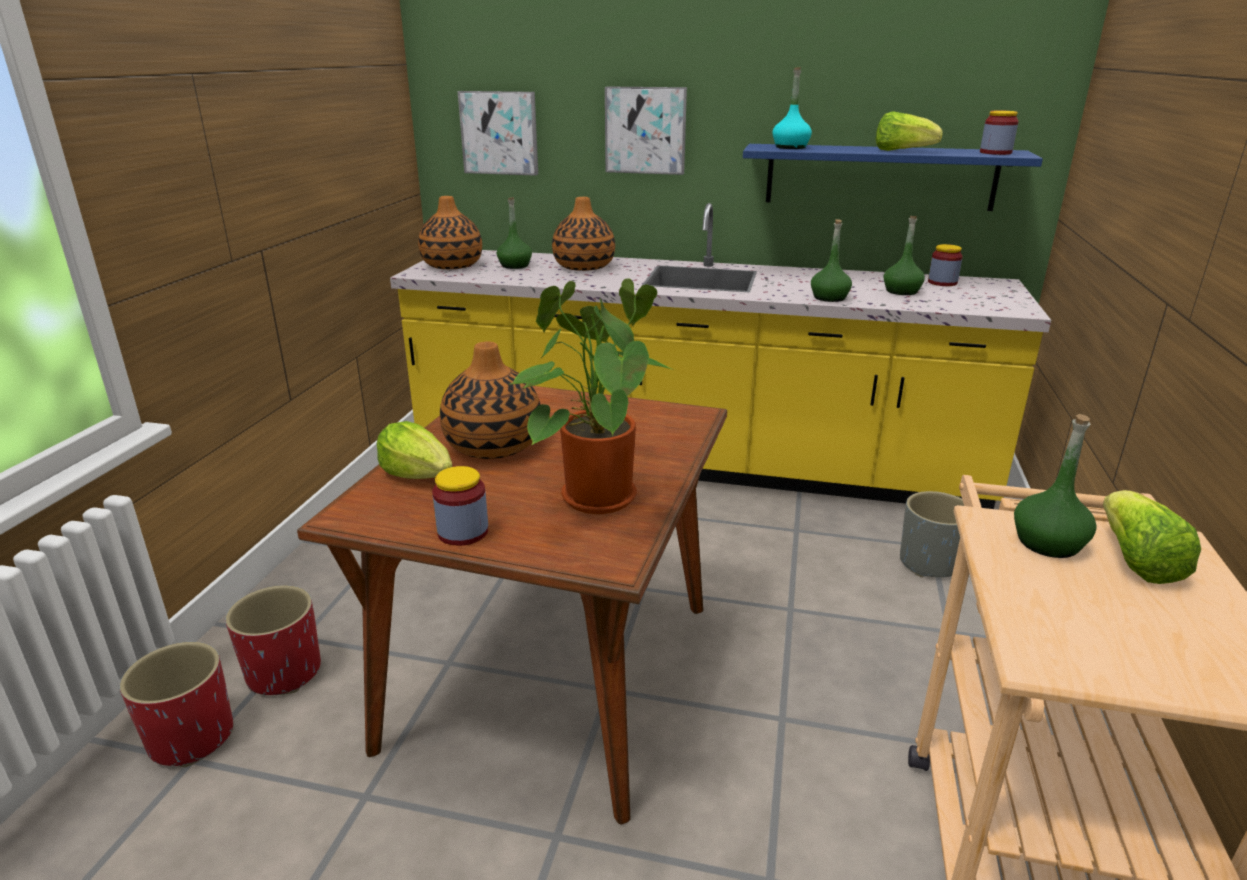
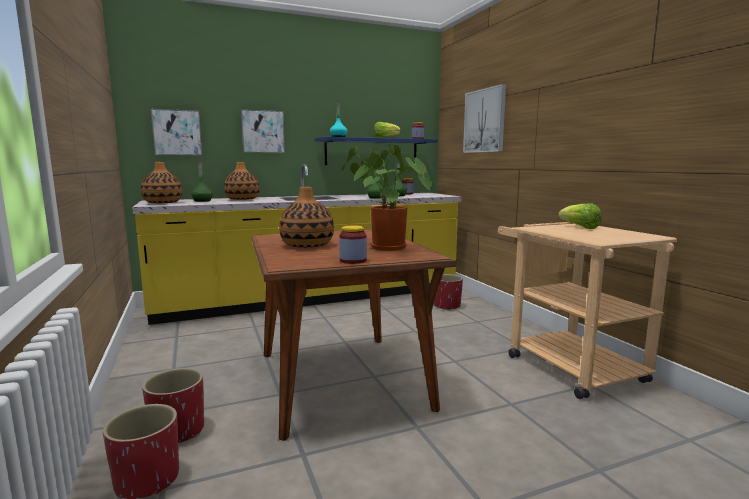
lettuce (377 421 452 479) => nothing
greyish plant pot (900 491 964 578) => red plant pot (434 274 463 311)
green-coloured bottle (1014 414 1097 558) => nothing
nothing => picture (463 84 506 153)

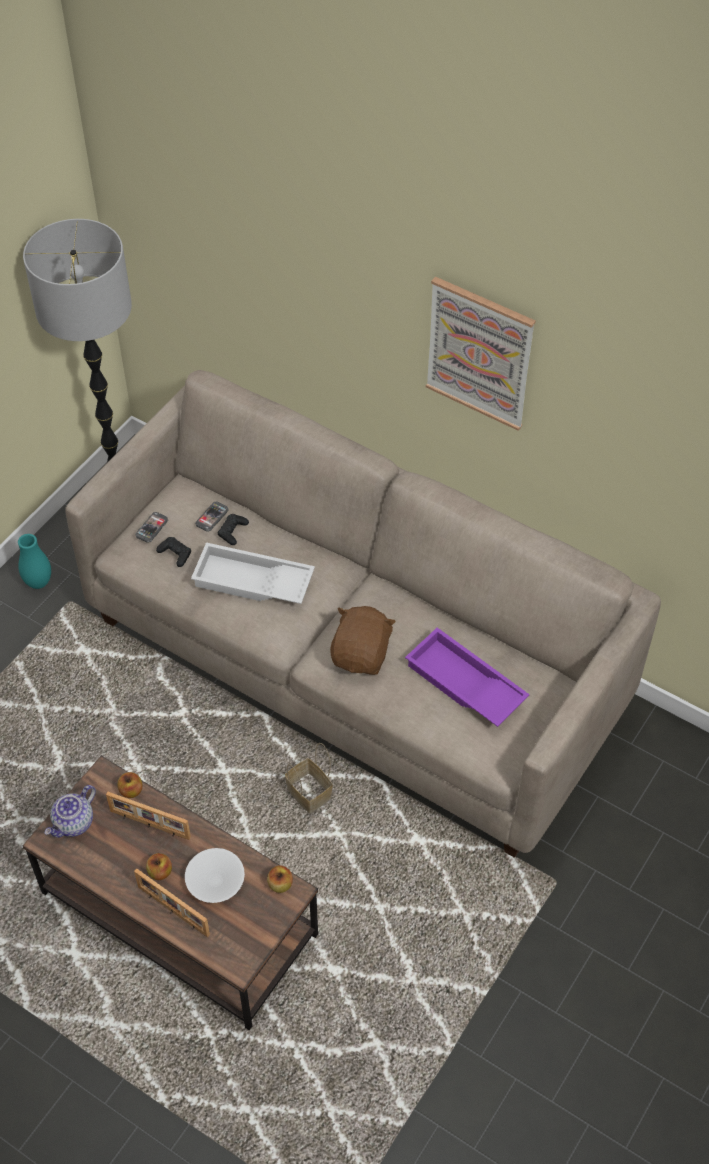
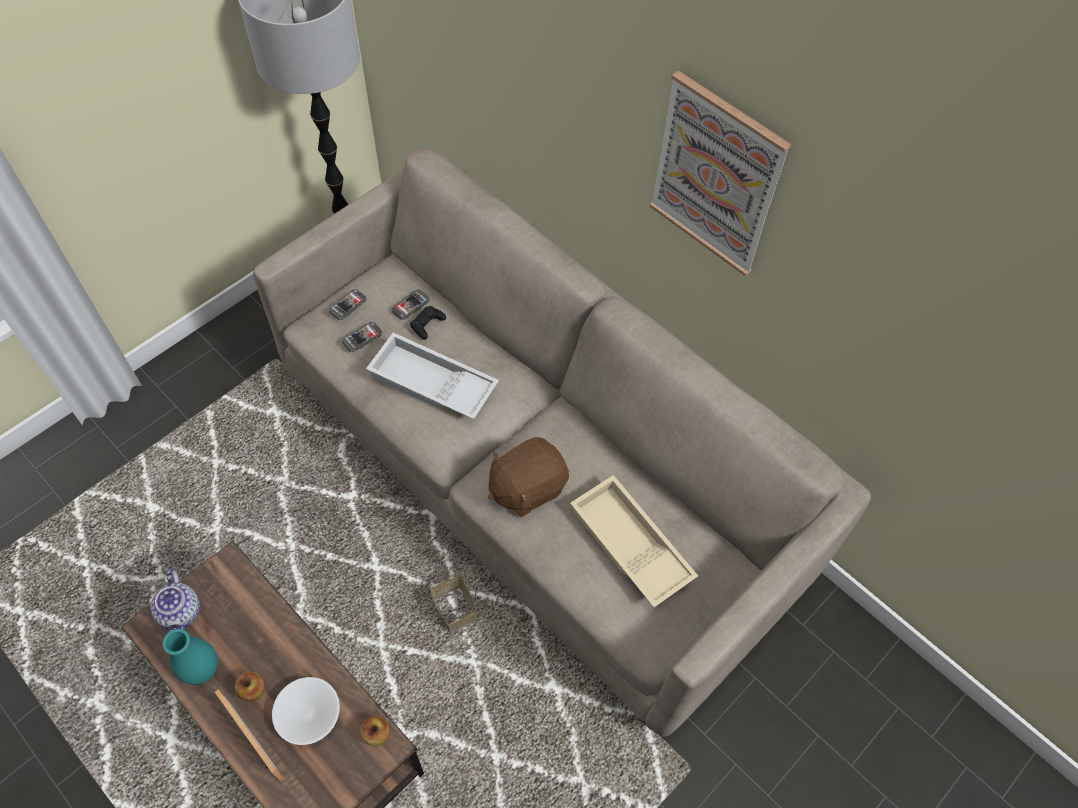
turquoise flower vase (18 534 51 589) => turquoise flower vase (162 629 218 685), shifted
tea pot (45 785 96 838) => tea pot (151 568 200 633), 60 degrees counterclockwise
standing frame (106 791 191 840) => nothing
whole apple (117 772 142 798) => nothing
blackish gamepad (156 537 191 567) => phone (342 322 382 352)
brown cuddly toy (330 606 396 675) => brown cuddly toy (488 437 569 517), 150 degrees counterclockwise
purplish tray (405 628 529 727) => beige tray (570 475 698 608)

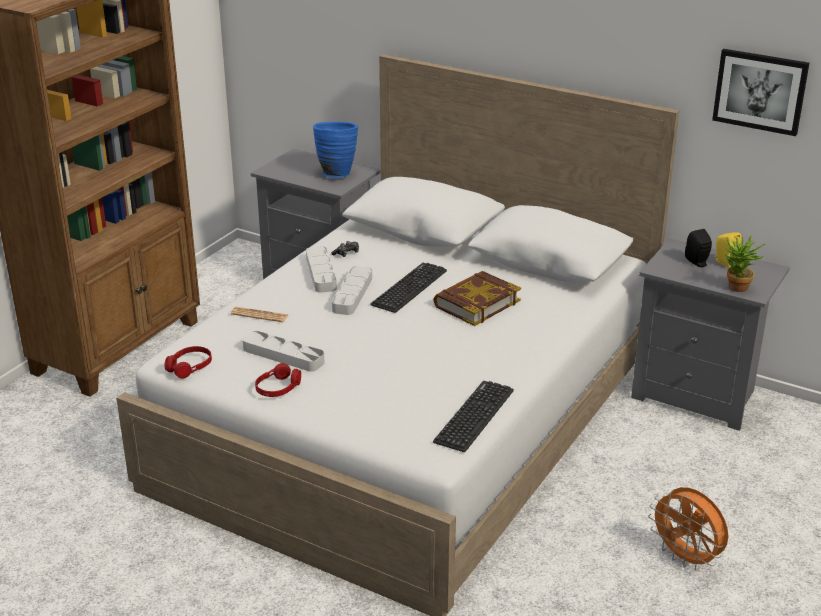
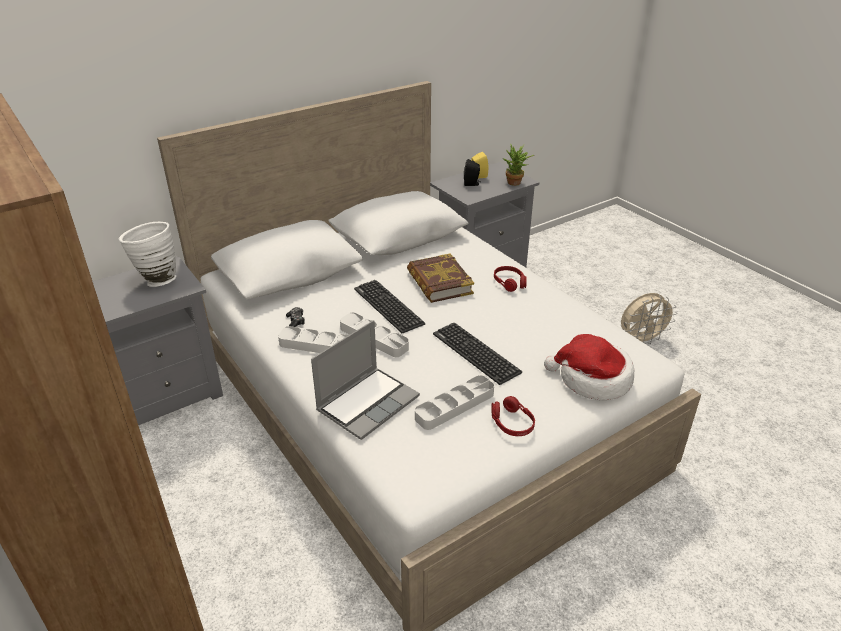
red pair of headphones (164 346 212 379) => red pair of headphones (494 266 527 292), shifted
daily paper (231 307 288 322) => notebook computer (311 320 420 440)
blue flower vase (313 122 358 178) => white flower vase (119 222 176 287)
keyboard (433 381 514 452) => keyboard (433 323 522 385), shifted
orange electric fan (648 487 729 571) => beige electric fan (621 293 677 344)
picture (712 49 809 136) => nothing
nothing => hat (544 334 634 400)

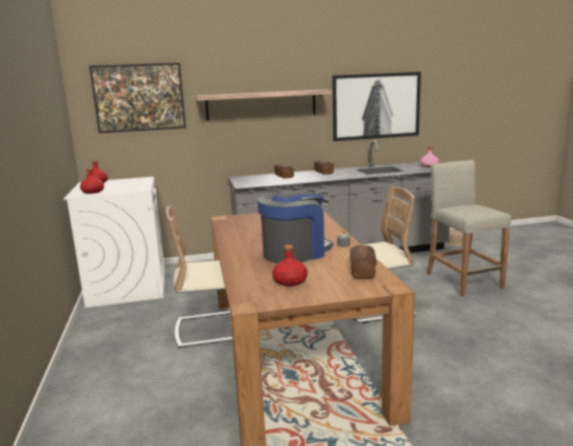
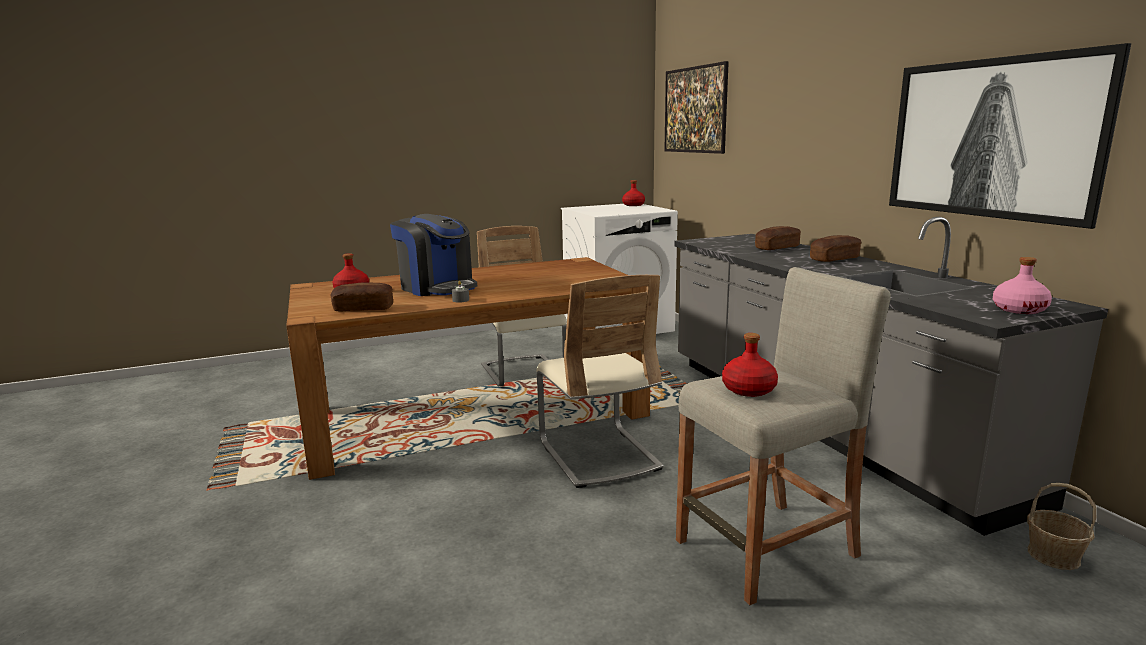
red bottle (80 168 104 194) => red bottle (722 333 778 397), shifted
bracket shelf (195 90 332 121) => nothing

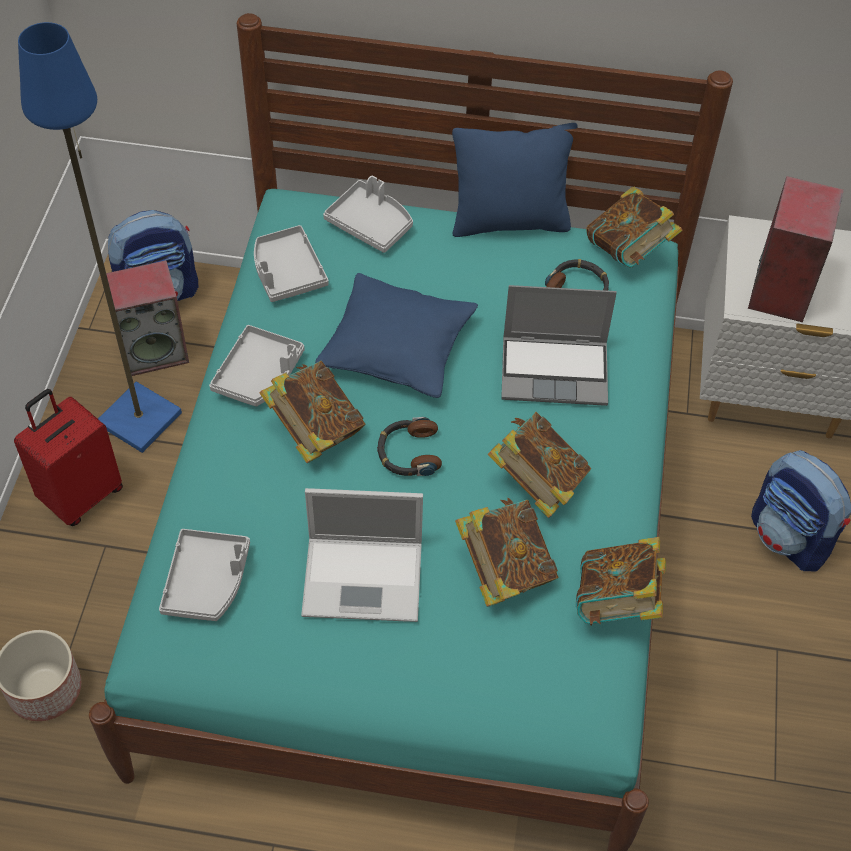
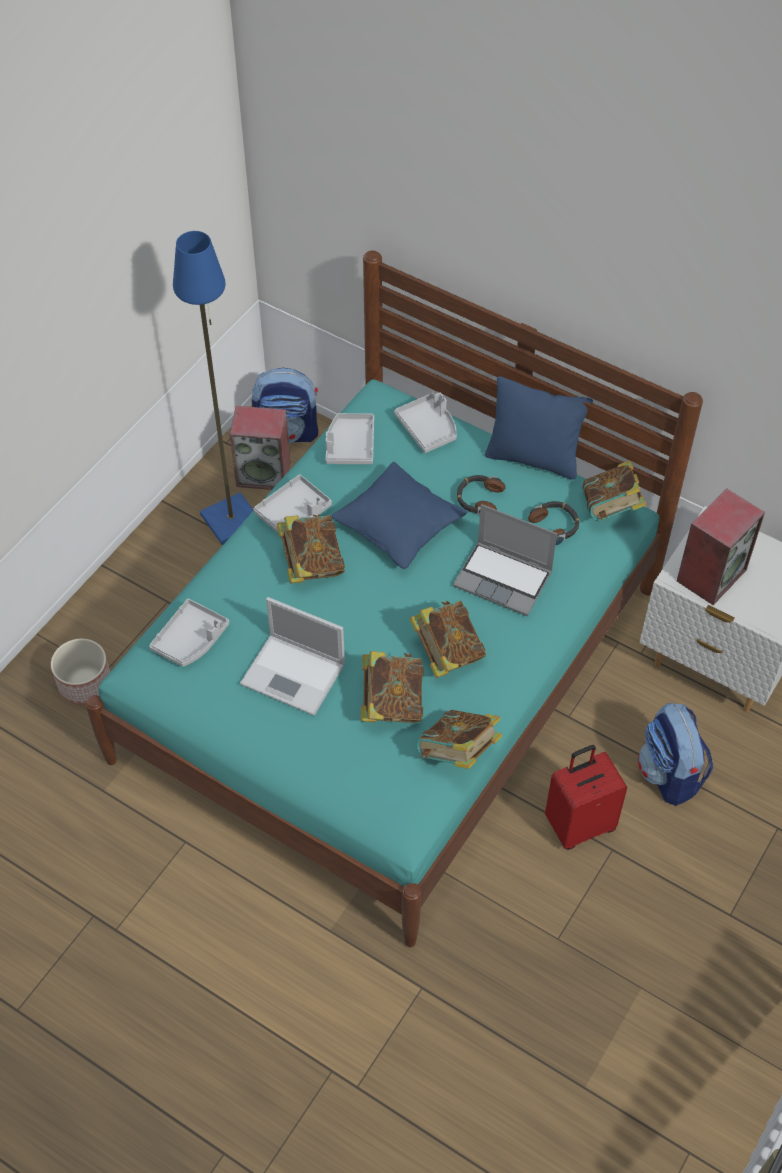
red piece of luggage (14 389 123 526) => red piece of luggage (545 745 627 850), shifted
pair of headphones (377 417 442 476) => pair of headphones (457 475 505 515), shifted

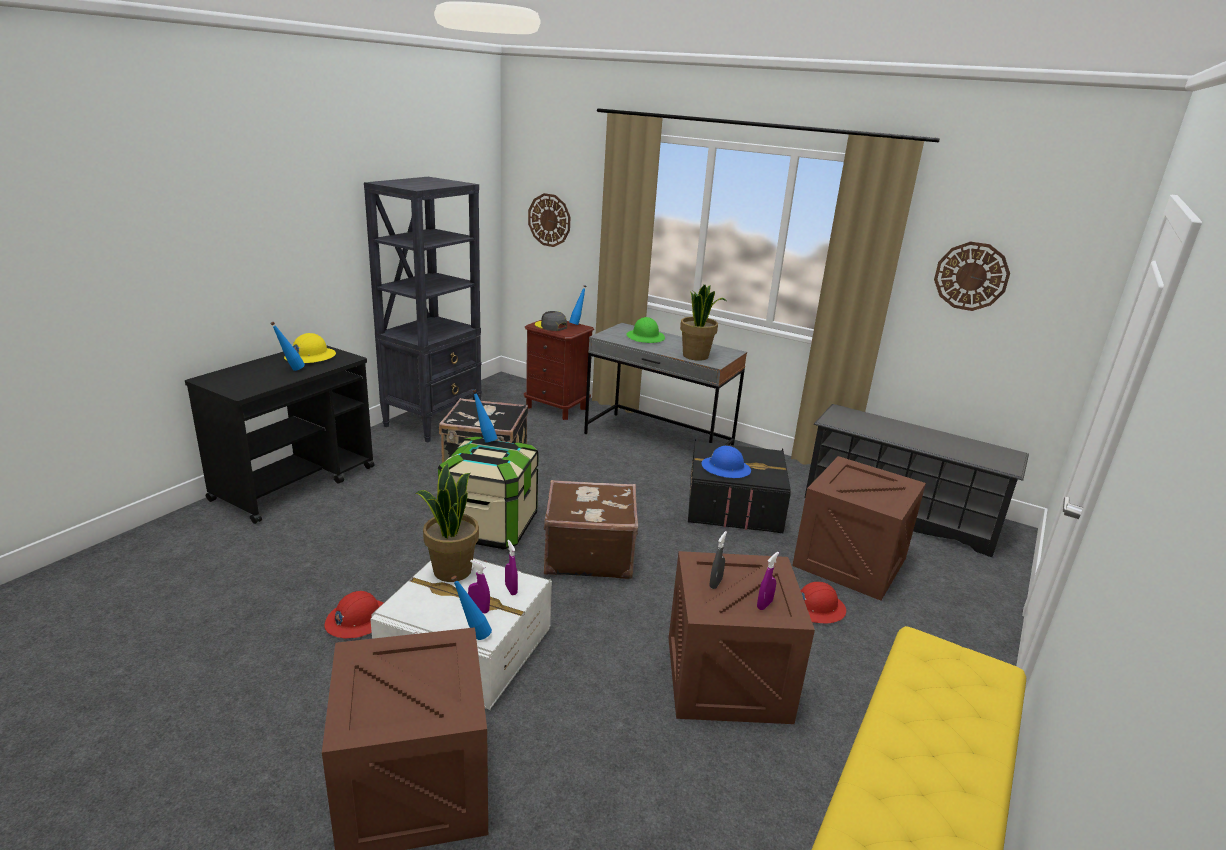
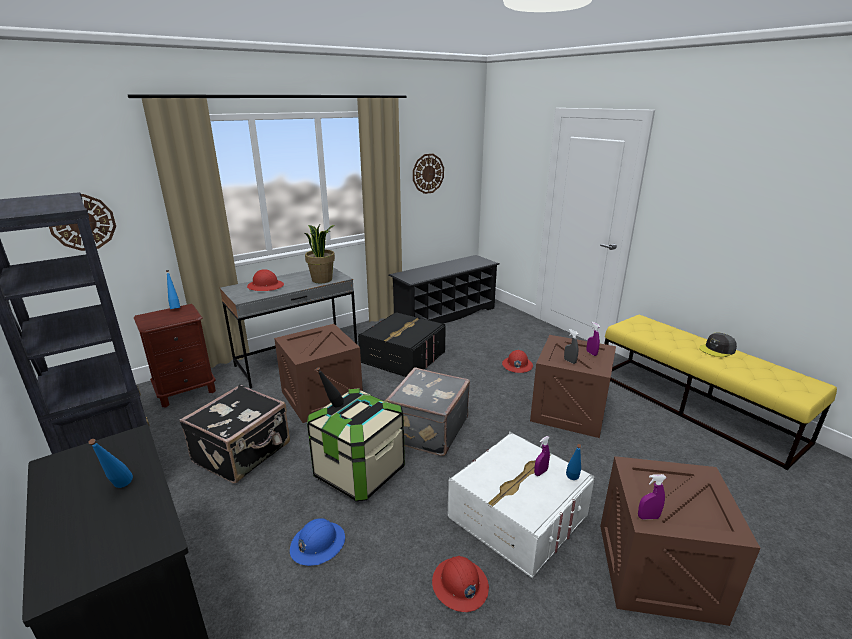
yellow-coloured hard hat (284 333 336 363) => nothing
plant in a pot (415 463 479 582) => nothing
blue bottle (472 389 497 443) => blackish bottle (316 367 344 407)
purplish hand sprayer (505 540 518 595) => purplish hand sprayer (638 474 667 520), shifted
greyish peaked cap (535 311 567 331) => greyish peaked cap (699 333 737 357), shifted
brown piece of luggage (544 480 638 579) => greyish piece of luggage (385 367 470 456)
green-coloured hard hat (626 317 665 343) => red hard hat (247 269 284 291)
blue hard hat (701 446 751 478) => blue hard hat (290 518 345 566), shifted
shipping crate (792 456 926 601) => shipping crate (274 324 363 423), shifted

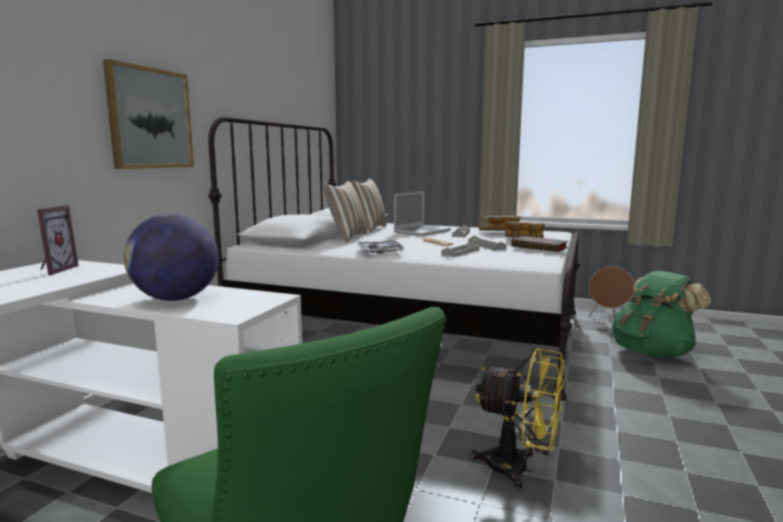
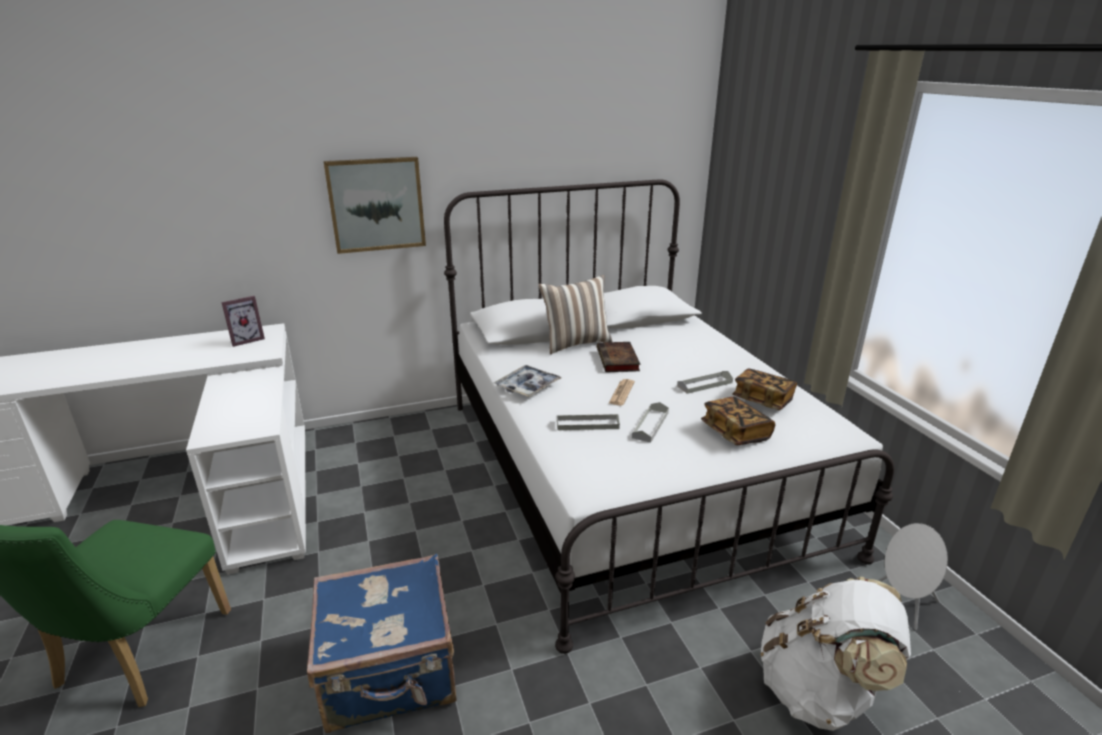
world globe (124 213 219 301) => nothing
pillow (351 179 387 233) => nothing
notebook computer (394 192 451 236) => nothing
yellow-coloured electric fan (470 348 564 490) => blue piece of luggage (307 554 457 733)
book (511 236 569 252) => book (597 342 640 372), shifted
brown audio speaker (588 266 634 317) => white audio speaker (879 523 948 630)
green-coloured rucksack (612 271 711 358) => white rucksack (761 577 911 731)

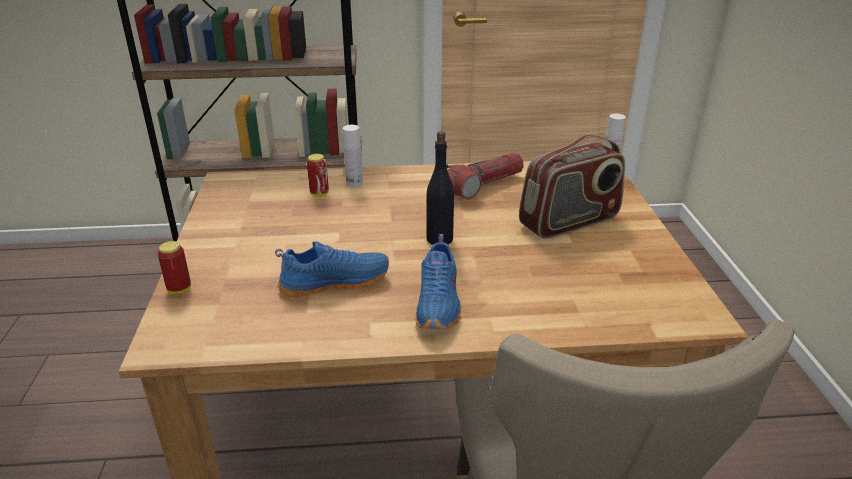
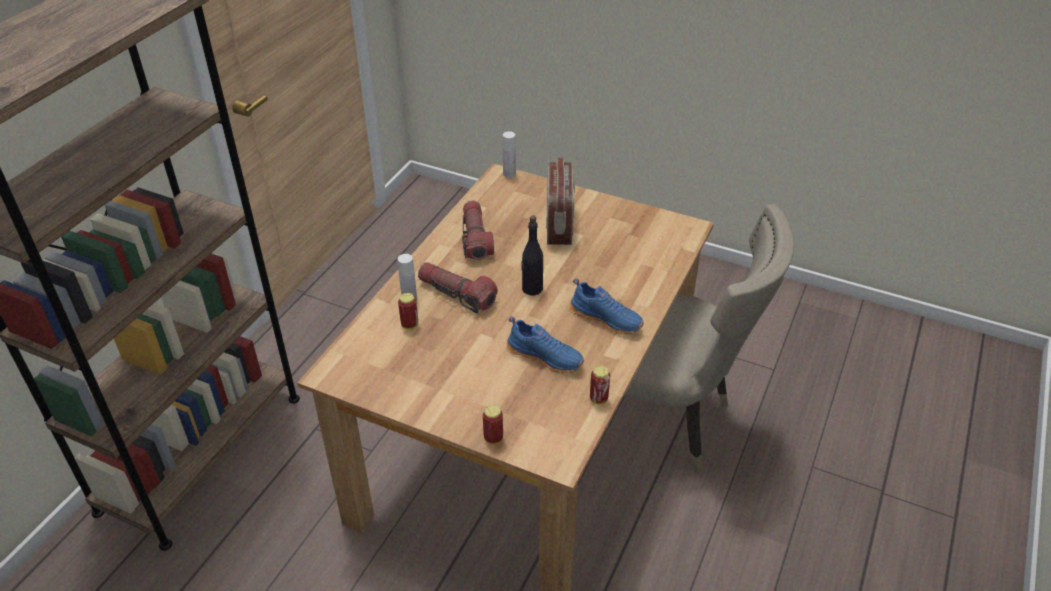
blue item of footwear (275 241 389 297) => blue item of footwear (506 316 584 374), 105 degrees clockwise
nothing => torch (418 262 498 313)
nothing => can (590 366 610 405)

